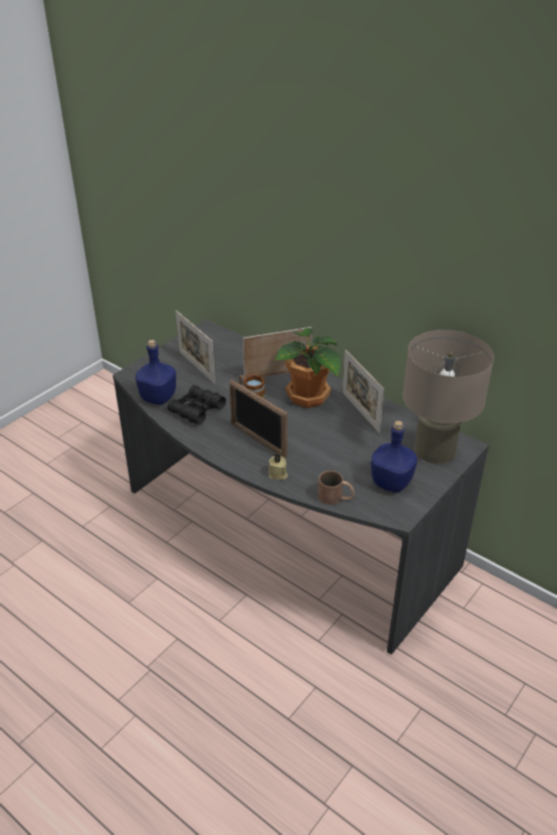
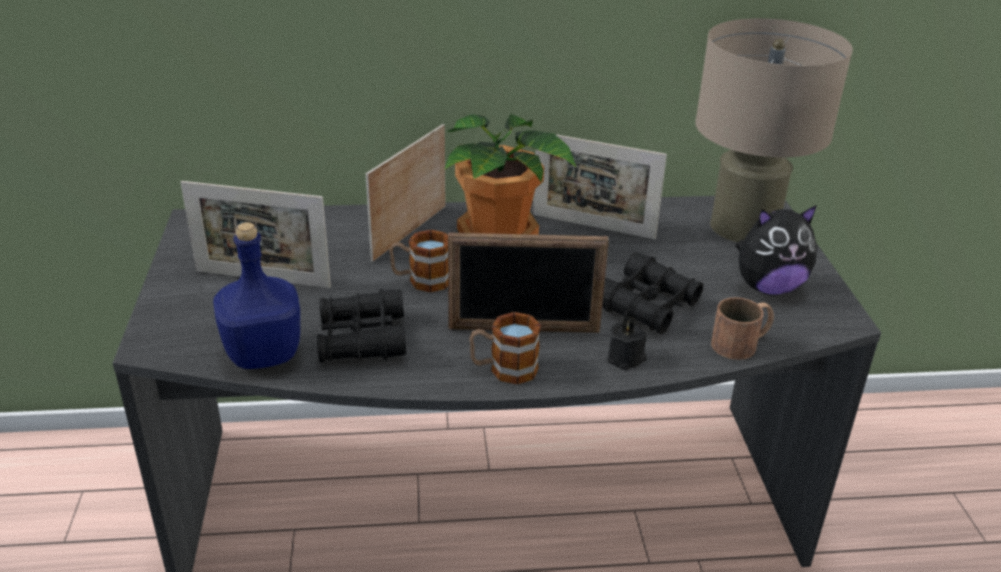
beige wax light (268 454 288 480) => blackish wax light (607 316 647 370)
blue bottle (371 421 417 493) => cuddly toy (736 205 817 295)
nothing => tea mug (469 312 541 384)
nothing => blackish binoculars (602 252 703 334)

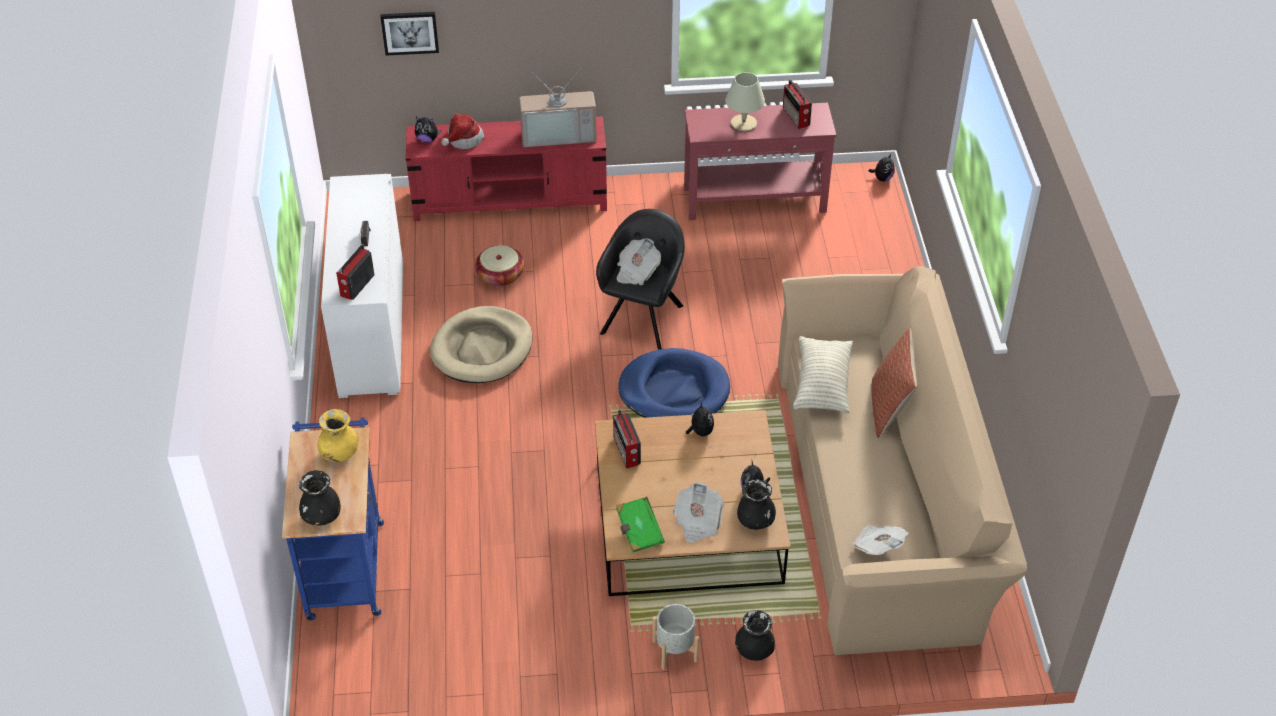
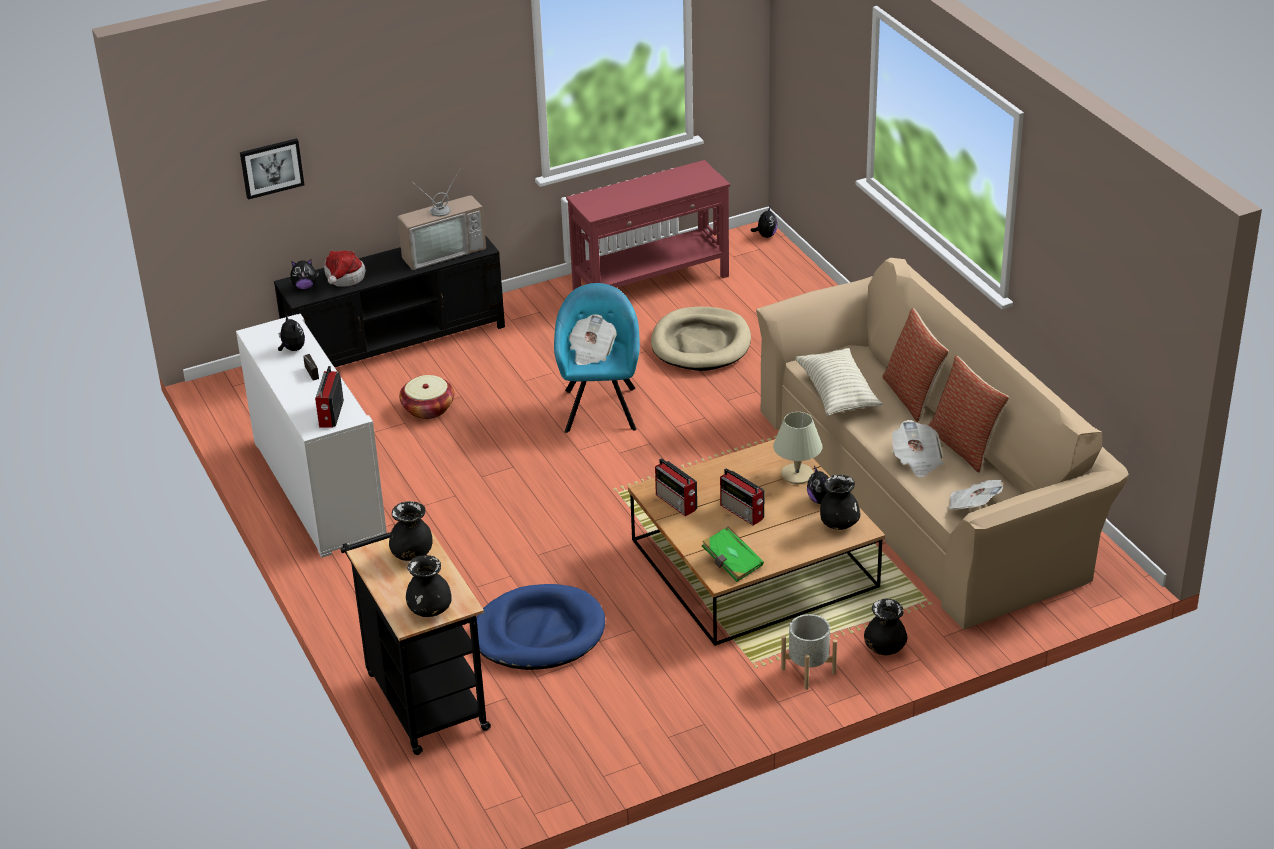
blue cart (282 418 384 621) => blackish cart (340 526 491 755)
yellow-coloured flower vase (317 409 359 462) => blackish flower vase (389 501 433 561)
red tv stand (406 116 607 221) => blackish tv stand (274 235 505 367)
beige dog bed (430 306 533 383) => beige dog bed (651 306 751 371), shifted
blackish lounge chair (596 209 685 349) => turquoise lounge chair (554 283 640 433)
blue dog bed (618 348 730 418) => blue dog bed (476 584 605 670), shifted
daily paper (673 482 724 543) => daily paper (892 420 944 478), shifted
cuddly toy (686 402 714 436) => cuddly toy (278 314 305 351), shifted
beige lamp for a table (725 72 765 132) => beige lamp for a table (773 412 822 484), shifted
radio set (783 79 812 129) => radio set (720 468 764 526), shifted
nothing => pillow (928 355 1009 472)

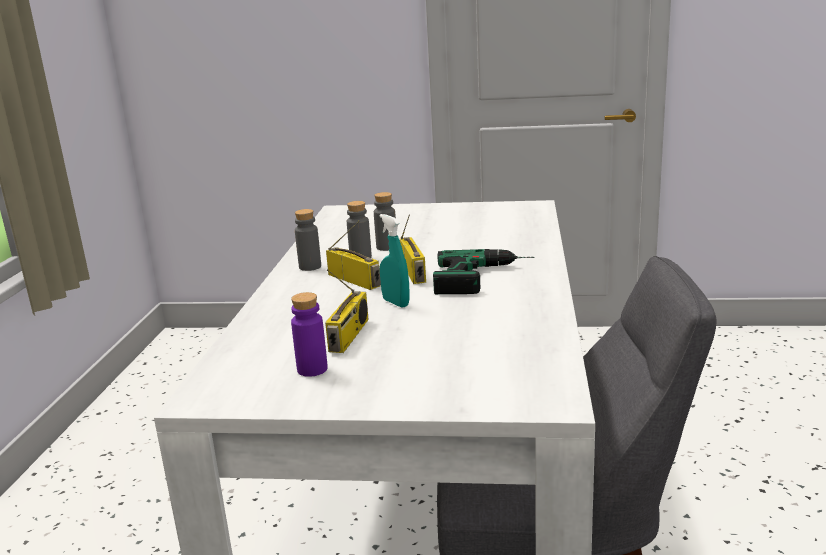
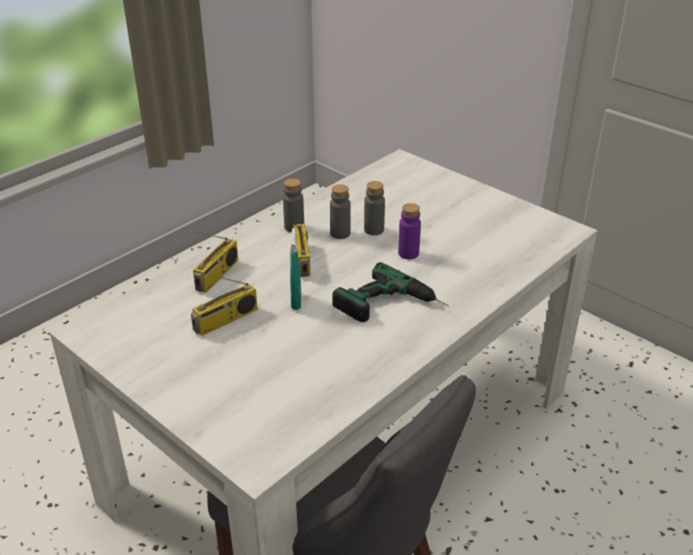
purplish bottle (291 292 328 377) => purplish bottle (398 203 421 259), shifted
radio set (400 214 426 284) => radio set (193 232 238 293), shifted

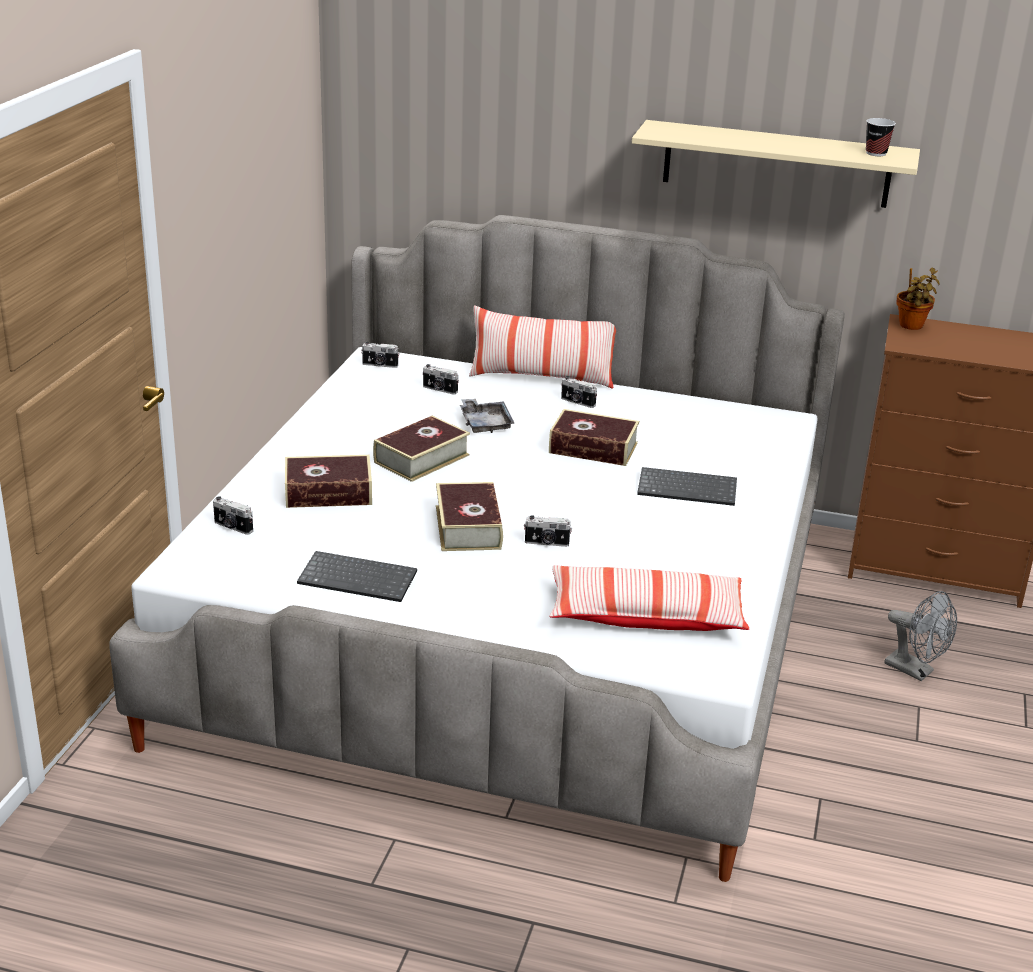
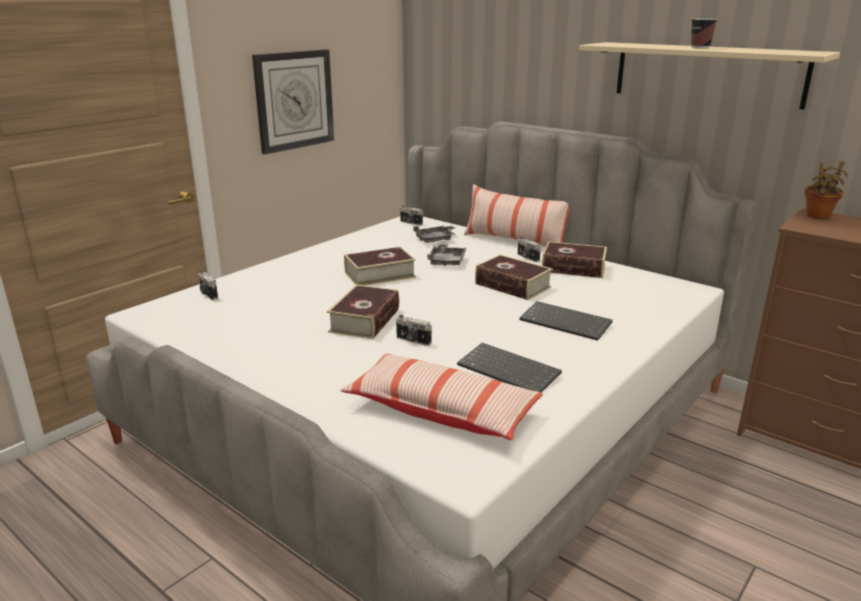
book (285 455 372 508) => book (542 241 607 278), shifted
keyboard (297 551 417 602) => keyboard (457 343 562 393), shifted
photo camera (423 364 459 395) => greyish tray (413 226 457 243)
small cup (866 118 896 156) => small cup (691 18 717 49), shifted
greyish electric fan (885 591 957 681) => nothing
nothing => clock on the wall (252 49 334 155)

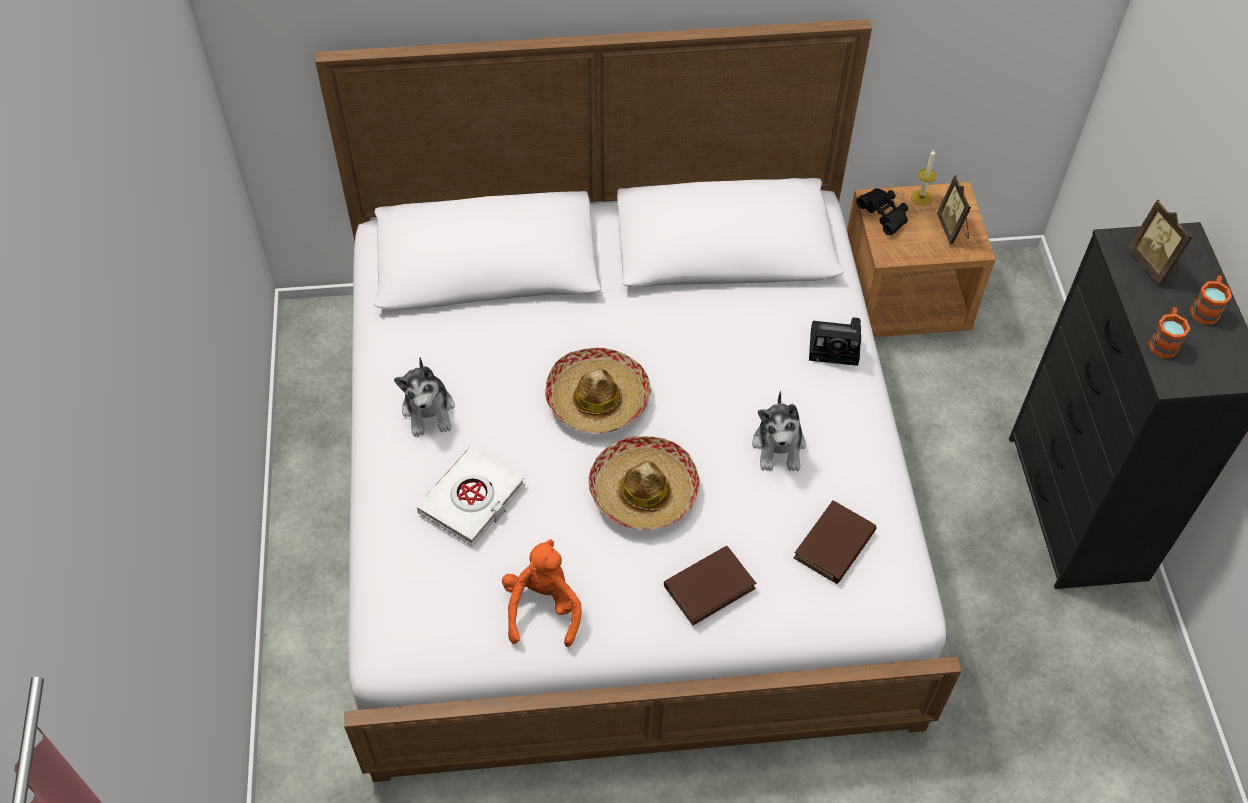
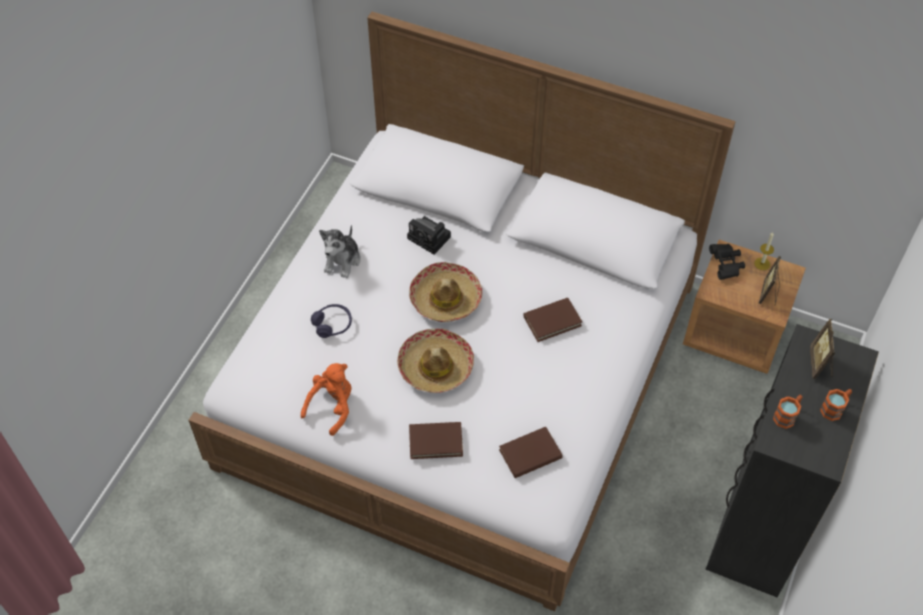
white book (417 446 525 546) => purplish pair of headphones (311 304 352 338)
cuddly toy (752 391 806 471) => nothing
photo camera (809 317 861 366) => photo camera (407 216 451 254), shifted
nothing => brown book (524 298 582 342)

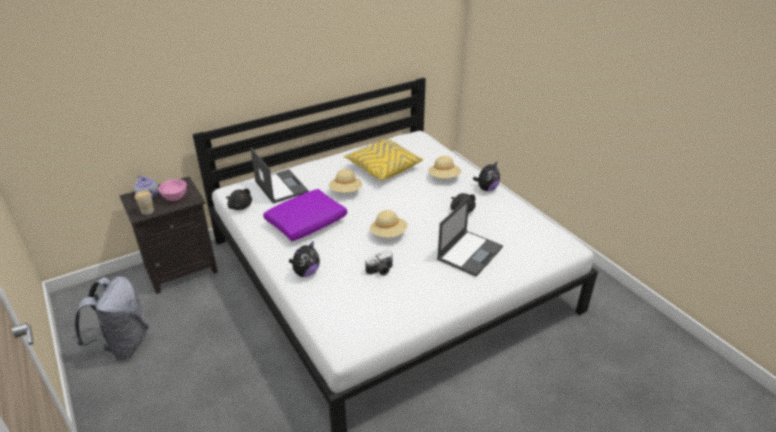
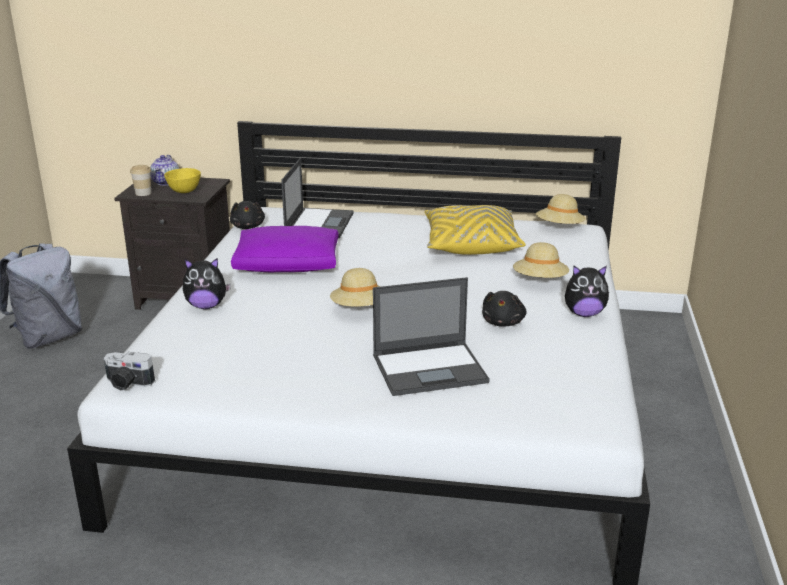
pink-coloured bowl (158 179 187 201) => yellow-coloured bowl (164 168 201 193)
beige hat (329 169 362 193) => beige hat (536 194 586 224), shifted
photo camera (365 251 393 276) => photo camera (104 352 155 391), shifted

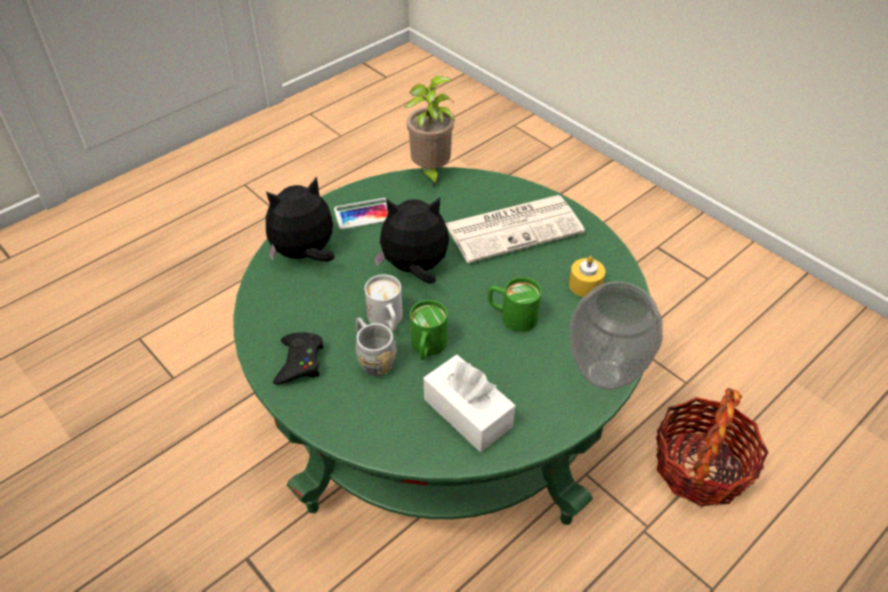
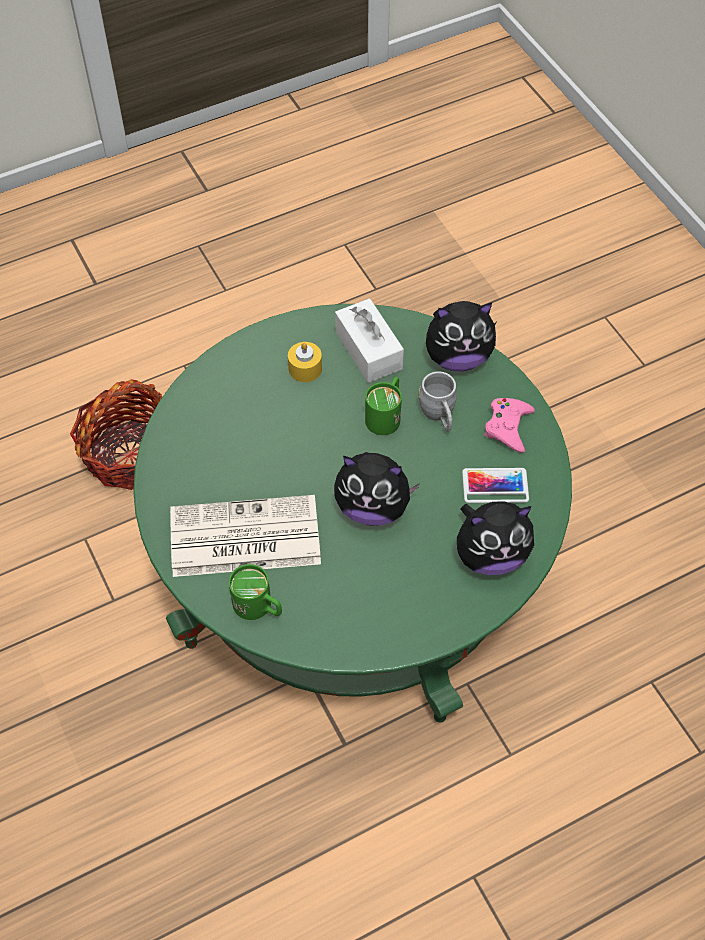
blackish gamepad (273 332 324 385) => pink-coloured gamepad (484 398 535 453)
phone (334 198 388 230) => phone (462 468 529 503), shifted
white tea mug (365 274 403 331) => nothing
plant in a pot (405 76 455 189) => nothing
green-coloured tea mug (488 277 542 332) => green-coloured tea mug (229 564 282 620), shifted
yellow-coloured wax light (569 256 605 297) => yellow-coloured wax light (288 342 322 382), shifted
flower vase (570 282 663 390) => nothing
nothing => cuddly toy (426 301 497 371)

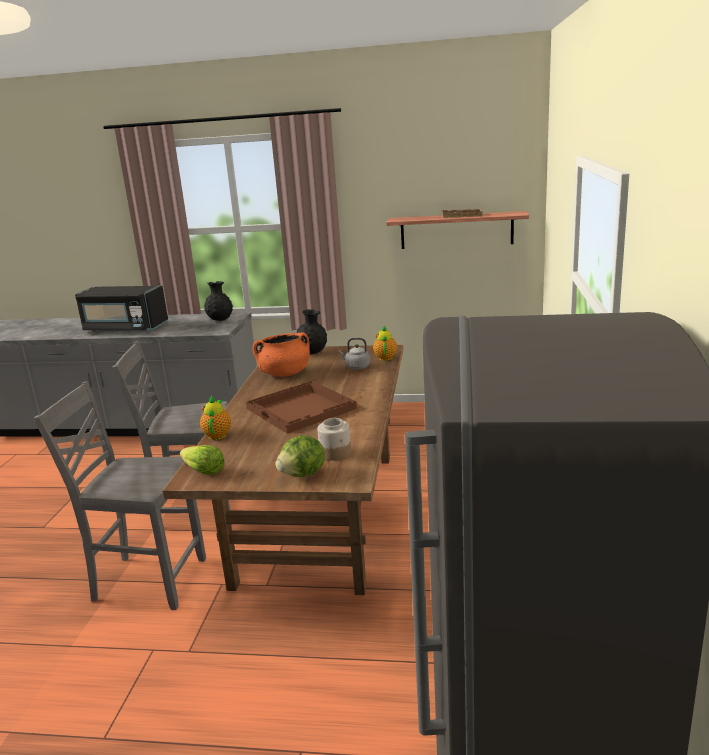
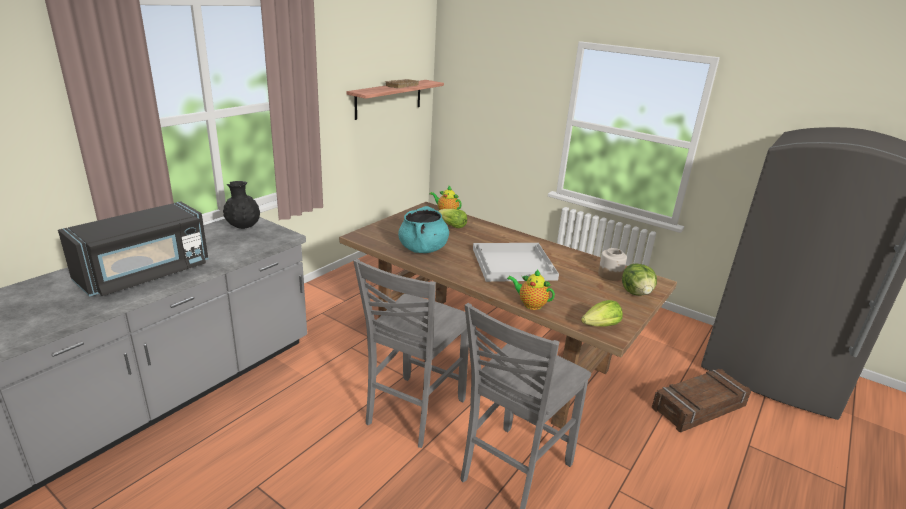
brown tray (246 381 357 434) => white tray (473 243 559 282)
orange stockpot (253 333 310 377) => turquoise stockpot (398 206 449 253)
blackish flower vase (297 309 327 354) => nothing
greyish kettle (339 338 370 370) => lettuce (439 209 467 228)
nothing => shipping crate (652 369 751 432)

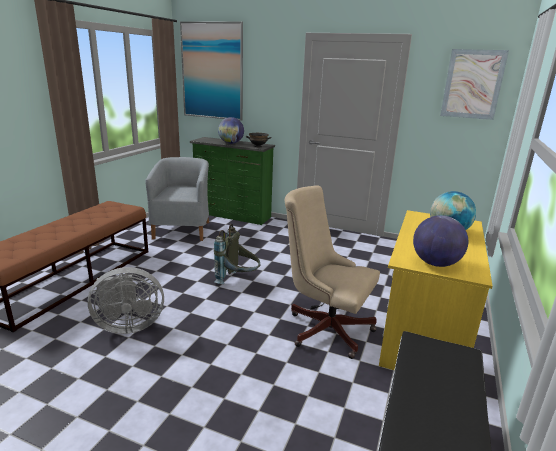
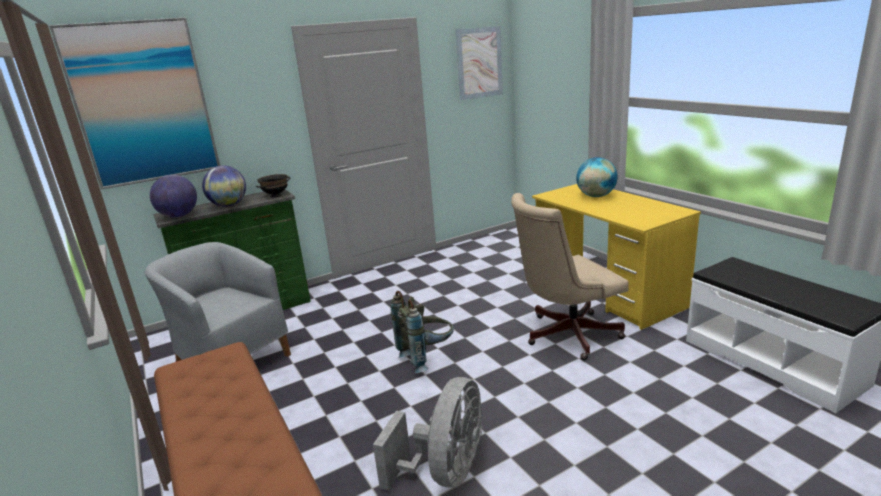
world globe (413 215 468 267) => world globe (150 175 197 217), shifted

